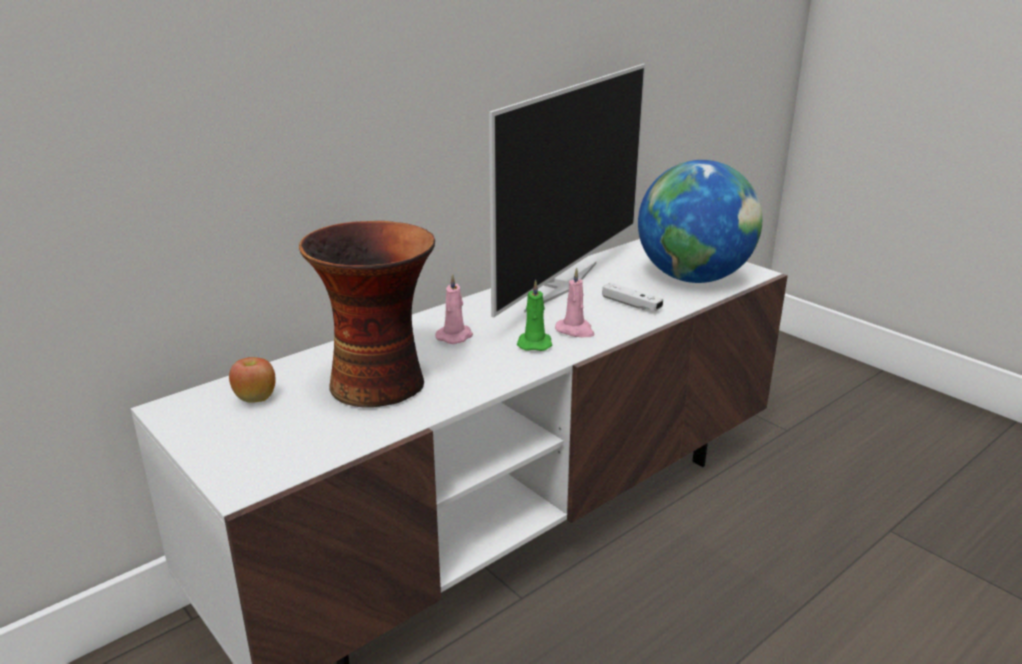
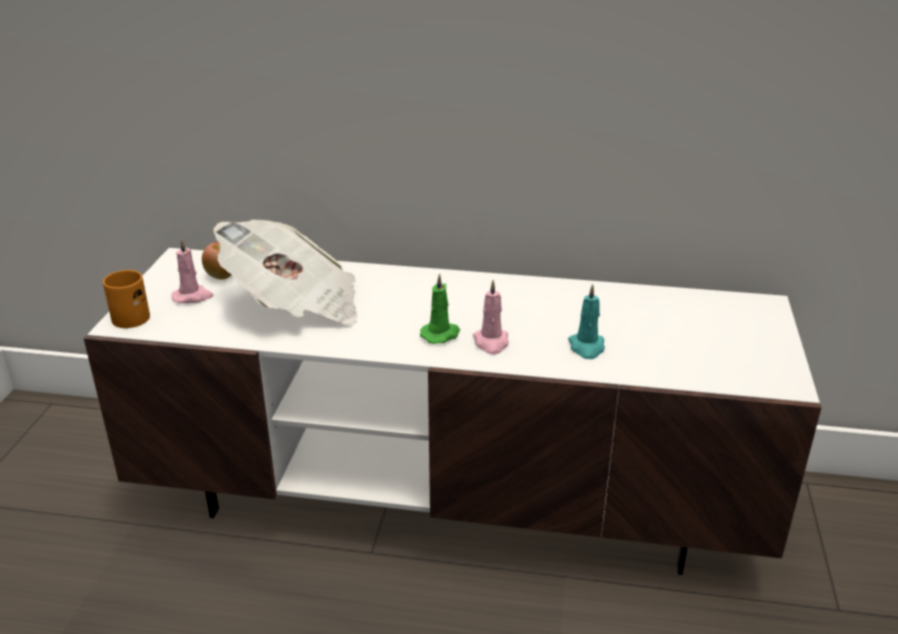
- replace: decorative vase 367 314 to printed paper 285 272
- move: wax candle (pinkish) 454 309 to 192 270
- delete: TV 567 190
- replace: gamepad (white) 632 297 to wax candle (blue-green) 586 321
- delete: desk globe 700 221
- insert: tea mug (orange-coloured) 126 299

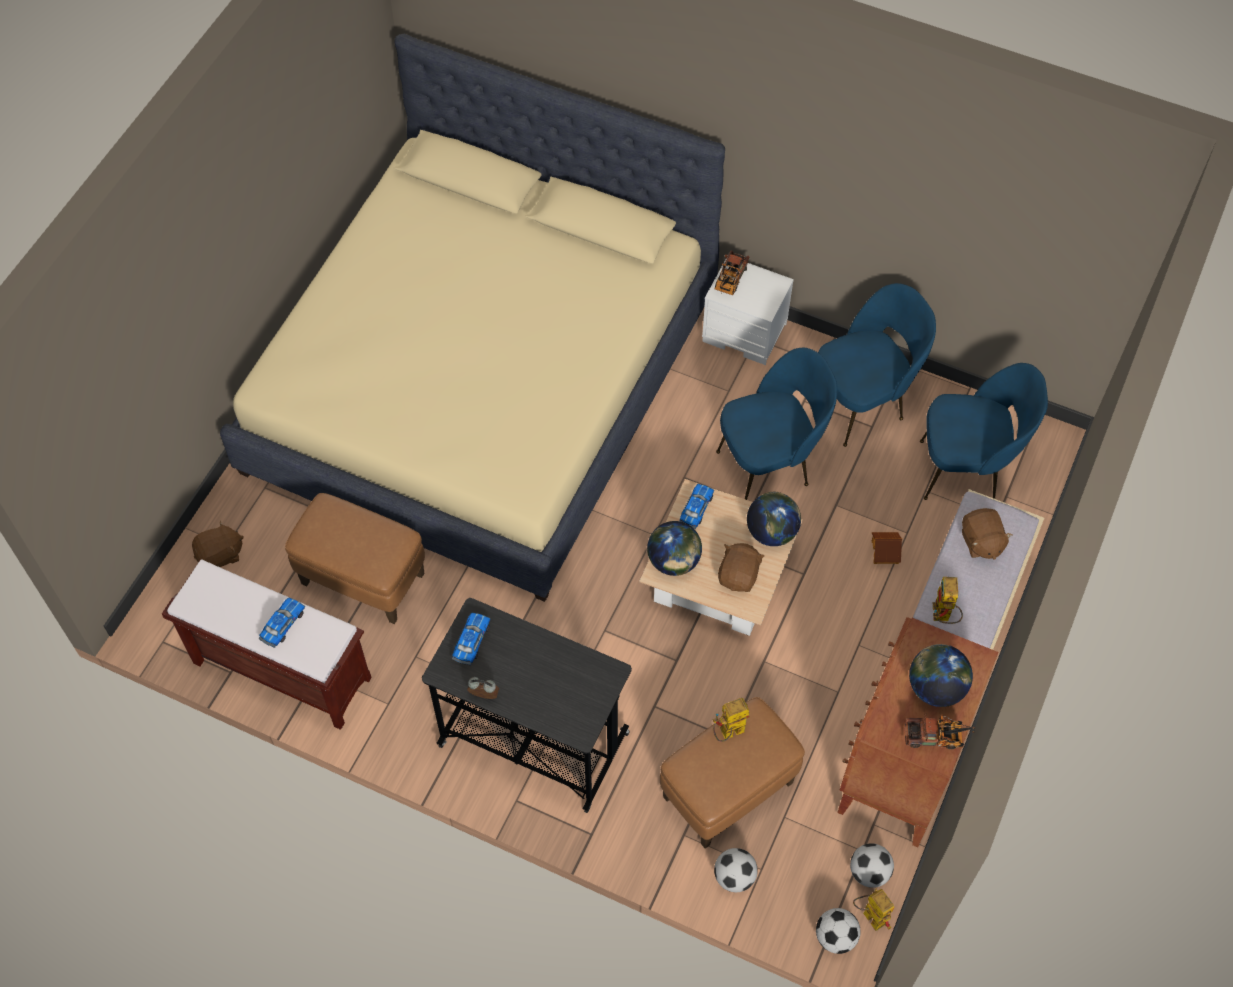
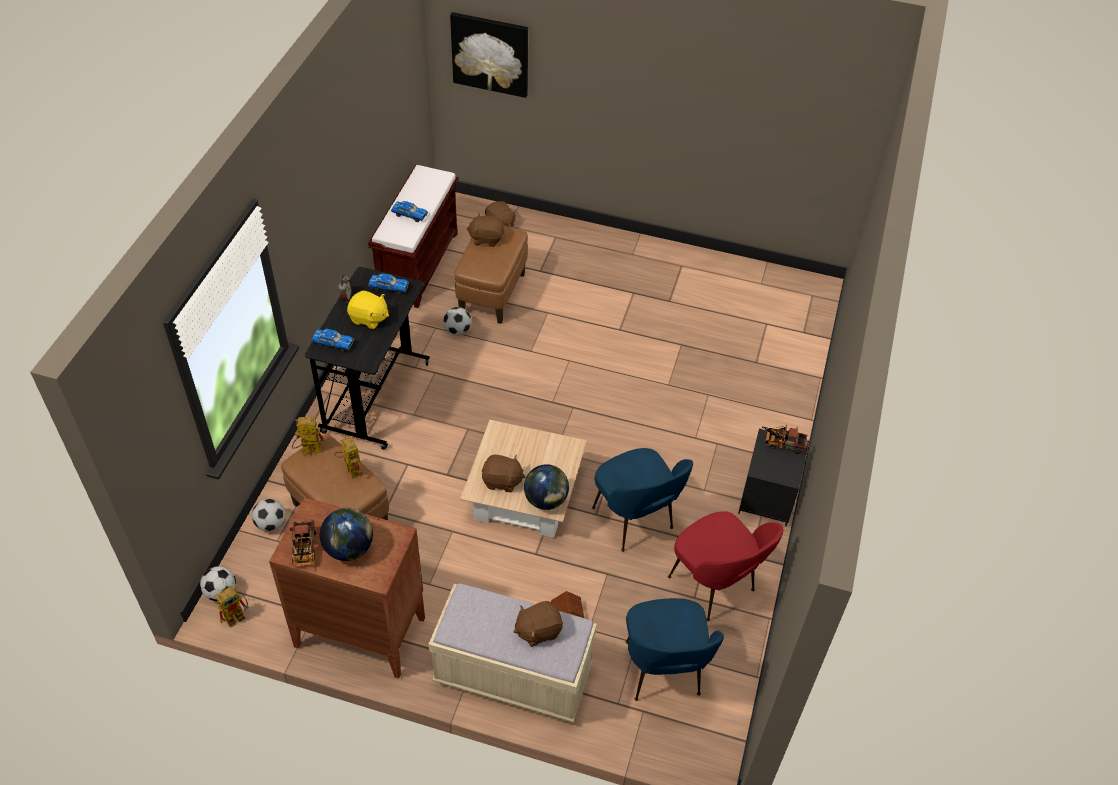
- delete: sleeping bed (beige-coloured) 472 317
- delete: desk globe 674 548
- move: model car 697 506 to 332 340
- recolor: bedside table (white) 748 310 to bedside table (blackish) 773 478
- recolor: chair (blue) 877 365 to chair (red) 726 566
- move: football 872 865 to 457 321
- move: toy robot 948 600 to 308 435
- insert: plush toy (yellowish) 368 309
- insert: wall picture 489 55
- insert: plush toy (brownish) 485 230

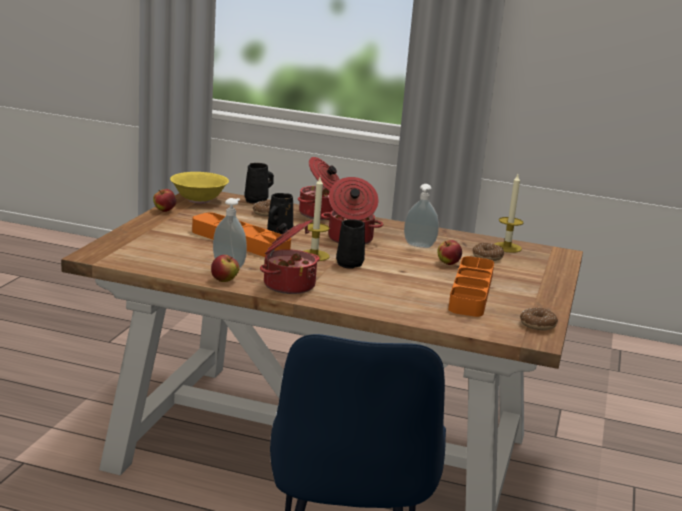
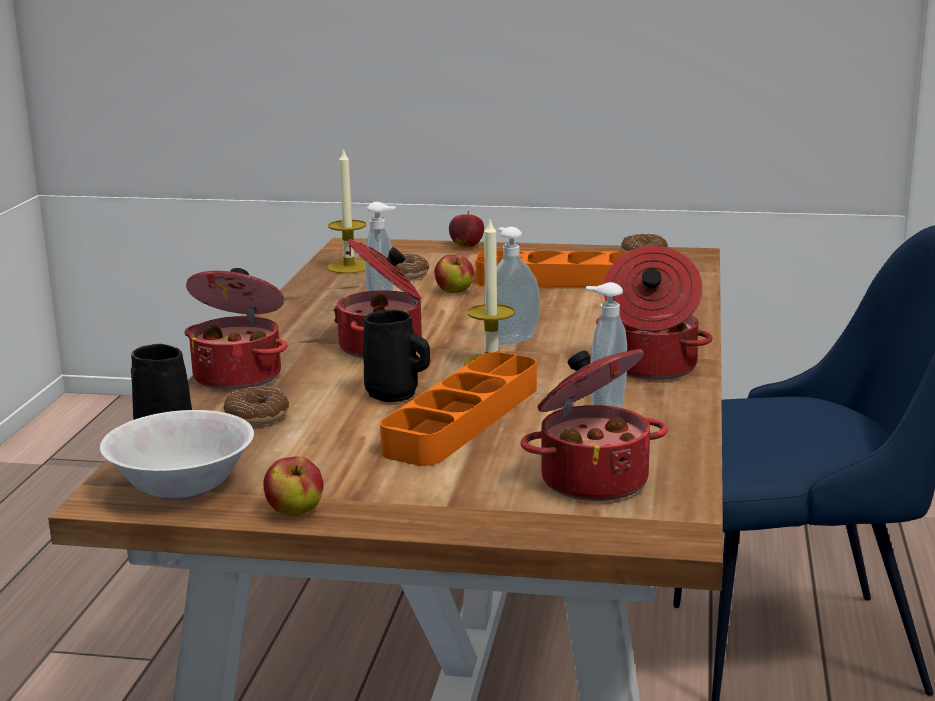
- recolor: serving bowl (yellowish) 199 187 to serving bowl (white) 177 456
- move: whole apple 225 268 to 466 229
- replace: tea mug (blackish) 350 244 to soap dispenser 511 286
- insert: saucepot 594 425

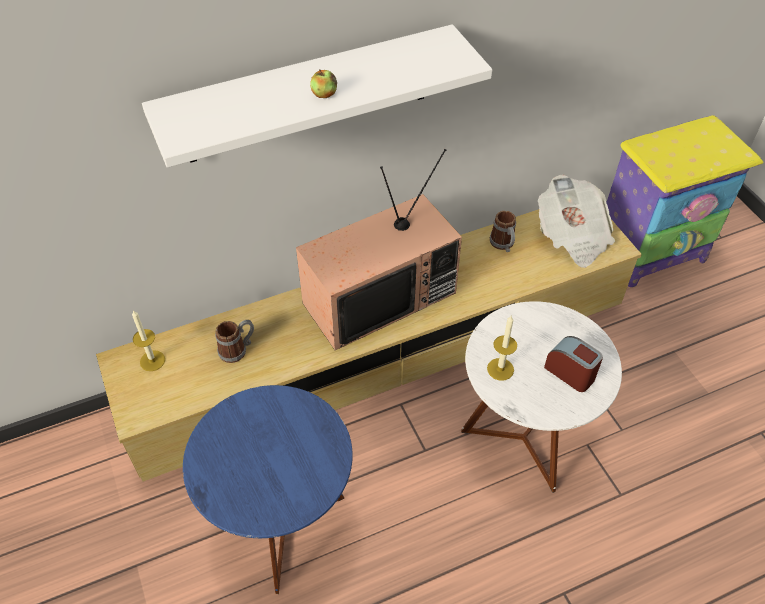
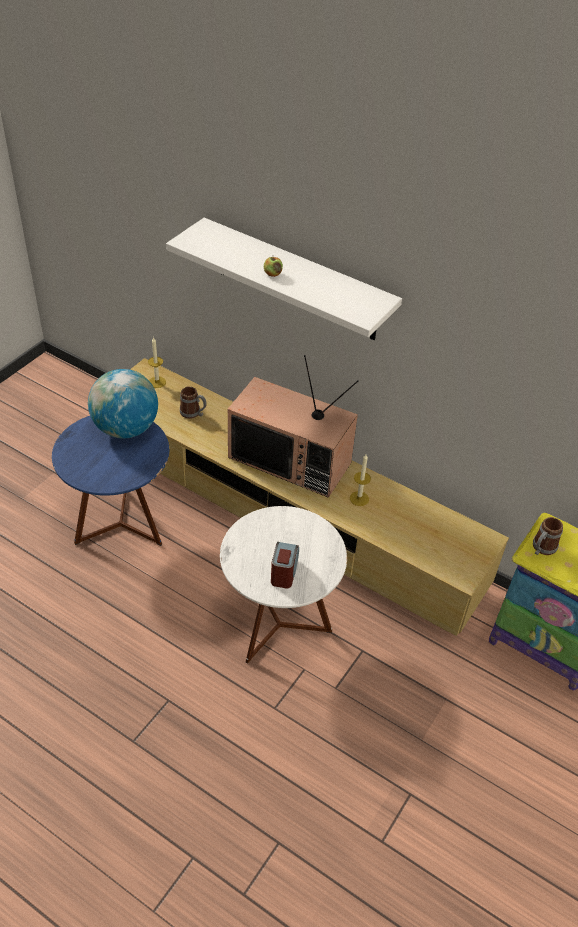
- move: wax candle 502 348 to 360 480
- move: tea mug 503 231 to 548 536
- delete: printed paper 576 221
- insert: desk globe 123 403

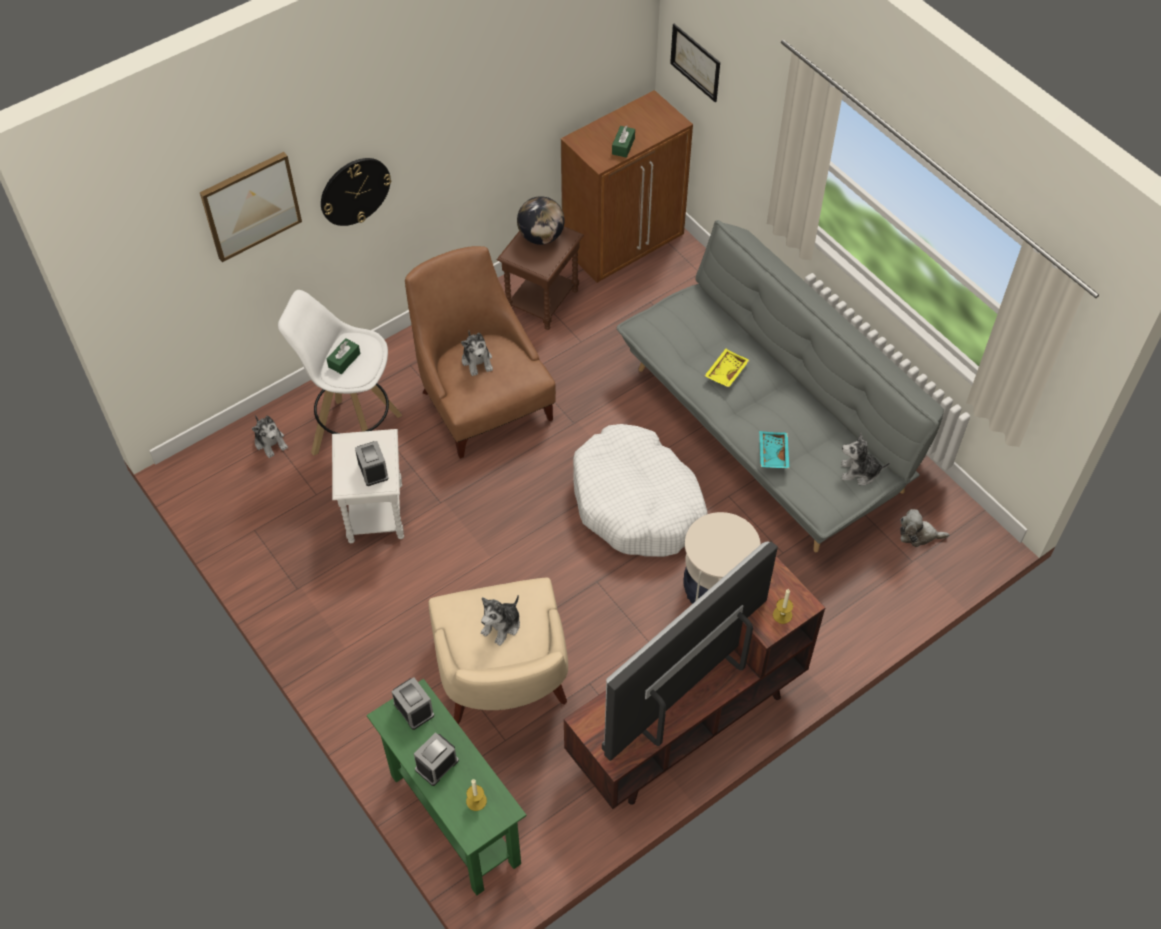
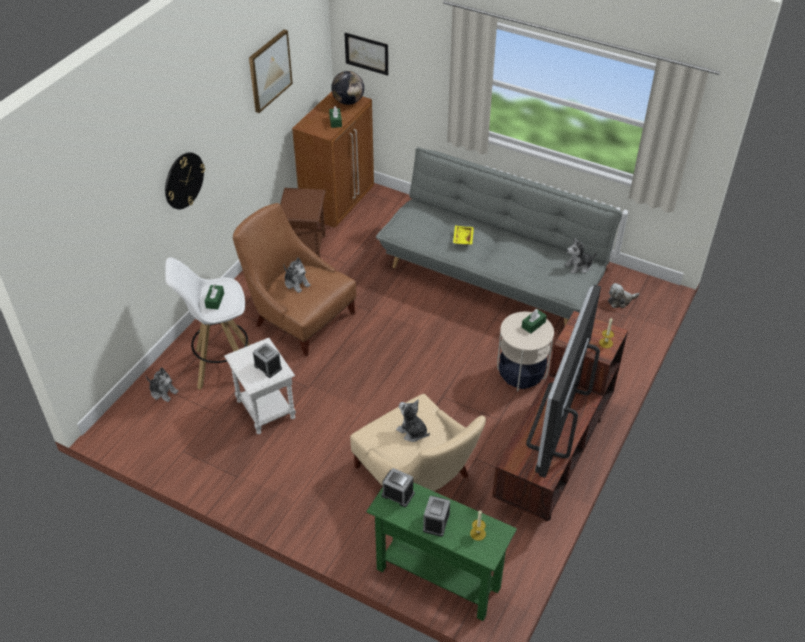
- move: wall picture 251 207 to 271 71
- rotate: plush toy 500 620 = 413 420 120 degrees clockwise
- move: desk globe 541 220 to 347 88
- delete: dog cushion (white) 640 490
- delete: tray (blue-green) 774 450
- insert: tissue holder (green) 534 321

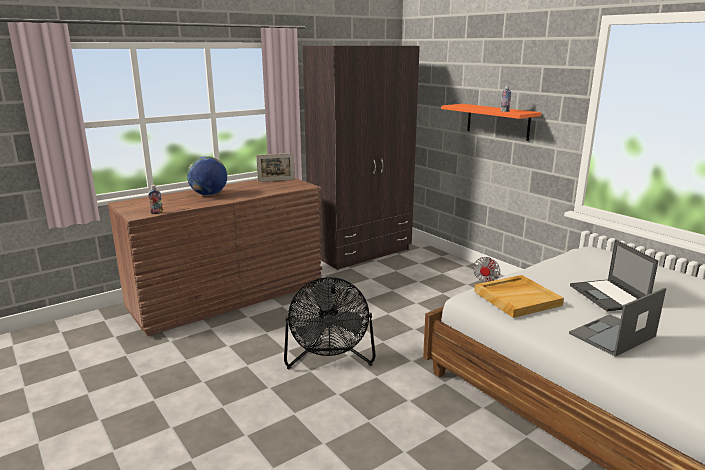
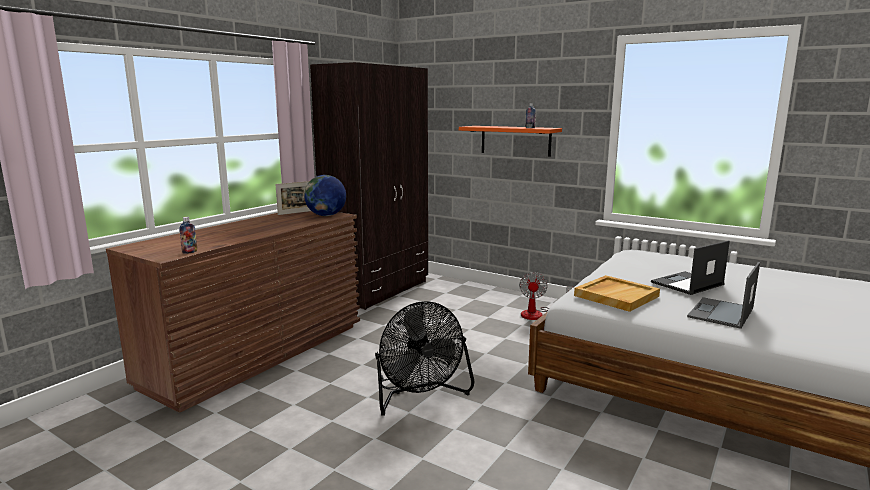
- move: desk globe 207 175 to 325 195
- rotate: notebook computer 614 275 = 690 268 90 degrees clockwise

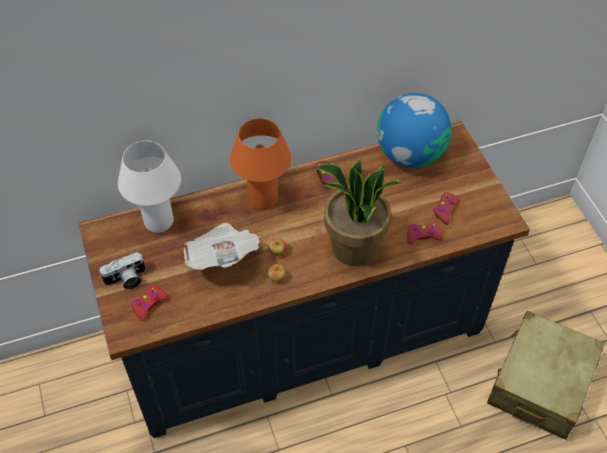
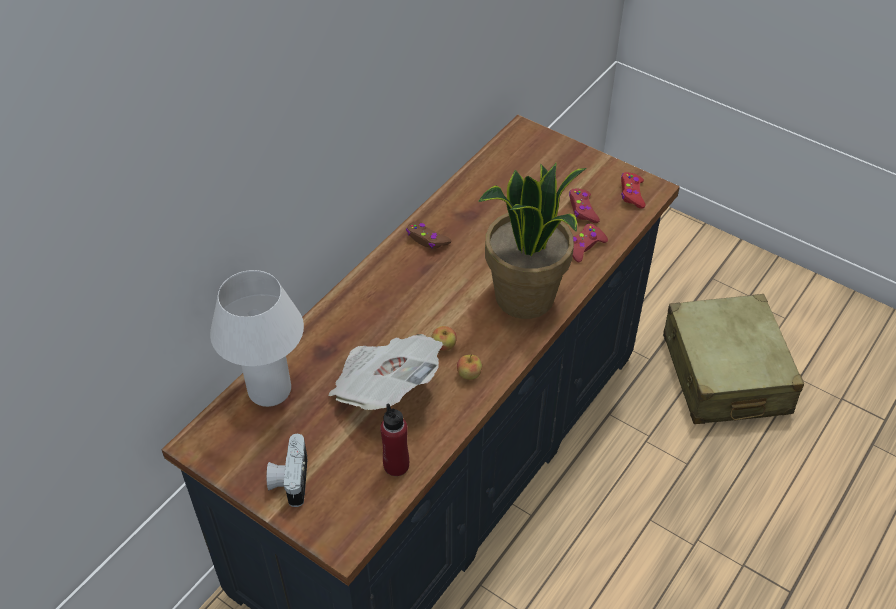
- rotate: photo camera 122 270 = 287 470 150 degrees clockwise
- move: gamepad (red) 150 303 to 633 190
- delete: lamp for a table (orange-coloured) 261 164
- delete: desk globe 414 130
- insert: drink bottle (red) 394 439

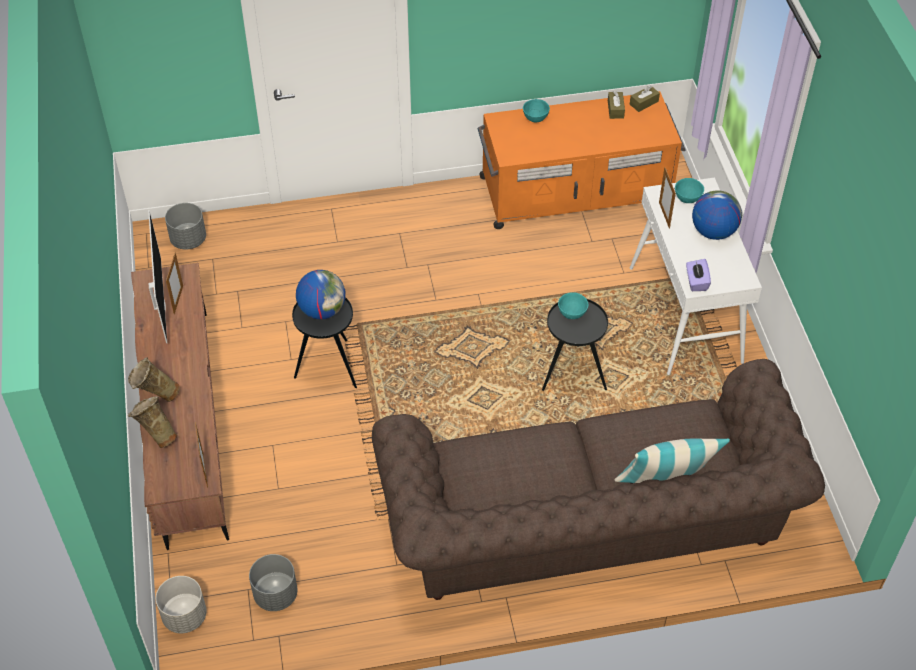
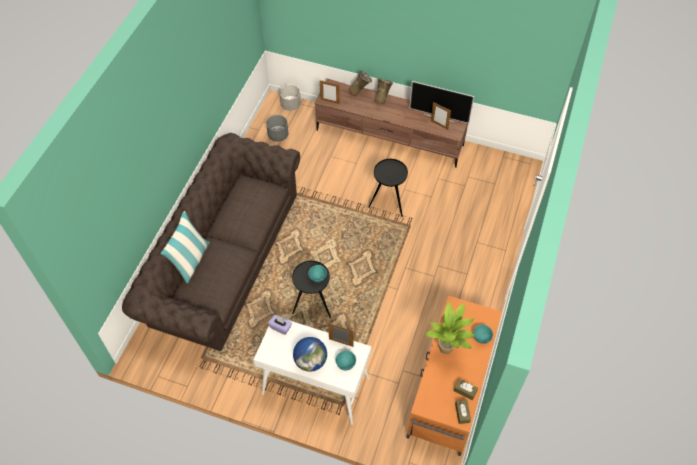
- delete: flower pot (gray) 185 226
- delete: desk globe 320 294
- insert: houseplant 450 328

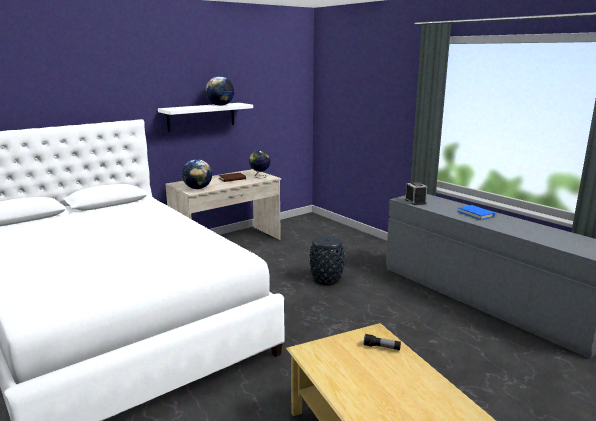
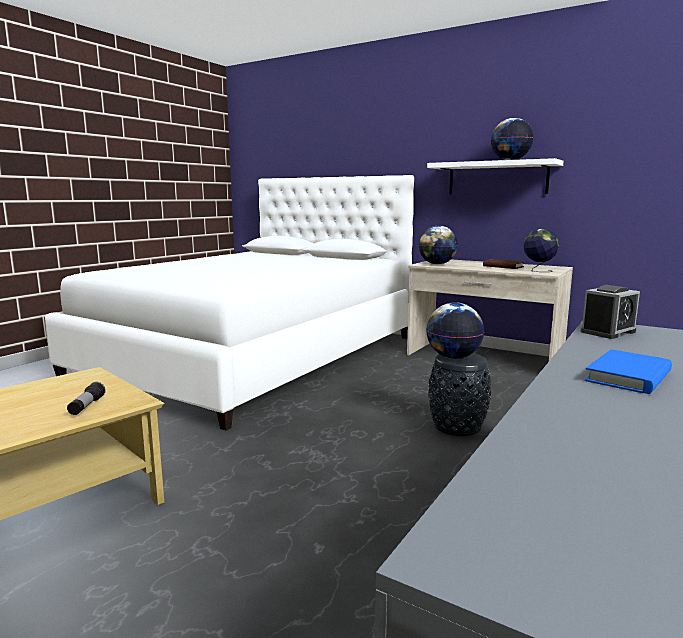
- insert: desk globe 455 330

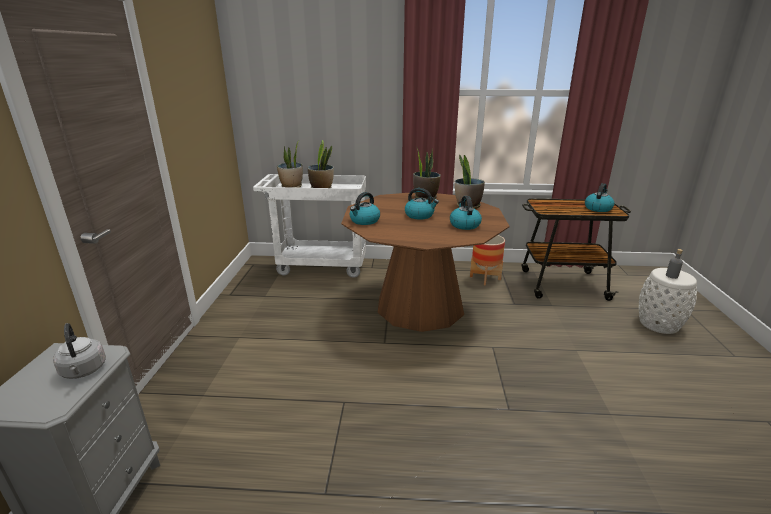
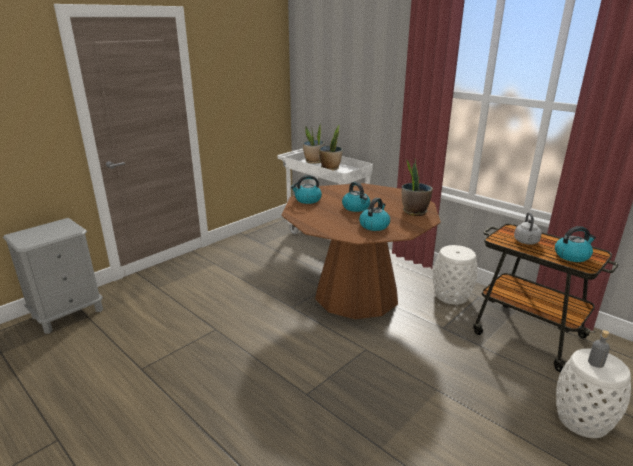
- move: tea kettle (gray) 79 351 to 528 228
- delete: houseplant 427 174
- replace: flower pot 487 260 to sitting stool (white) 455 275

